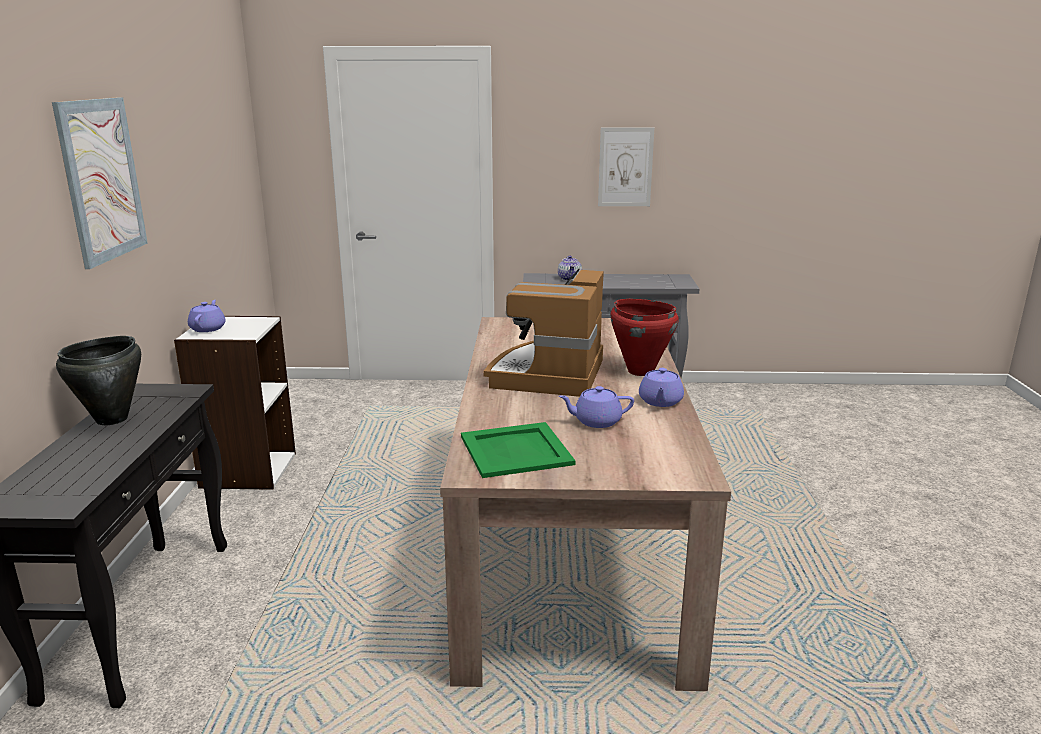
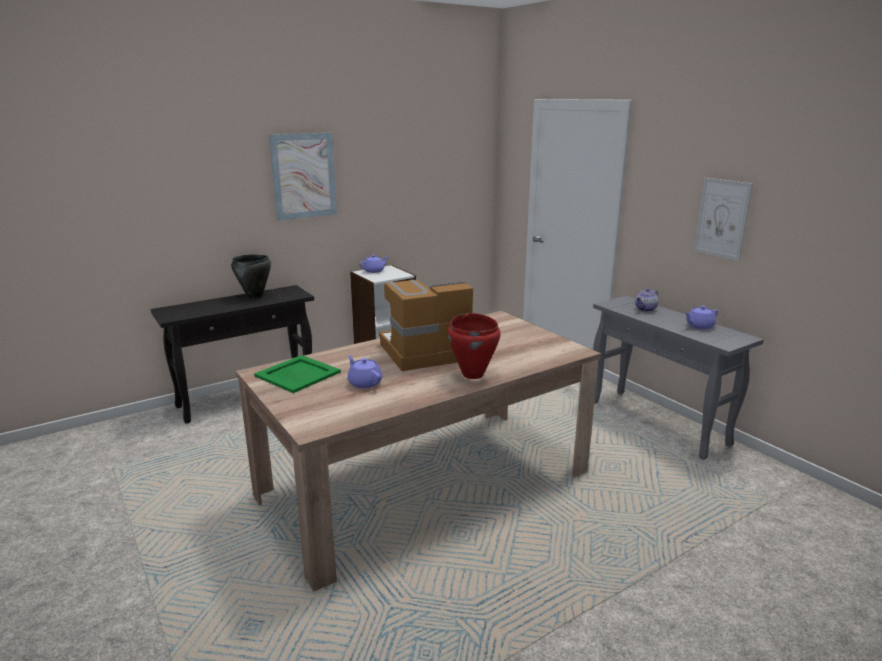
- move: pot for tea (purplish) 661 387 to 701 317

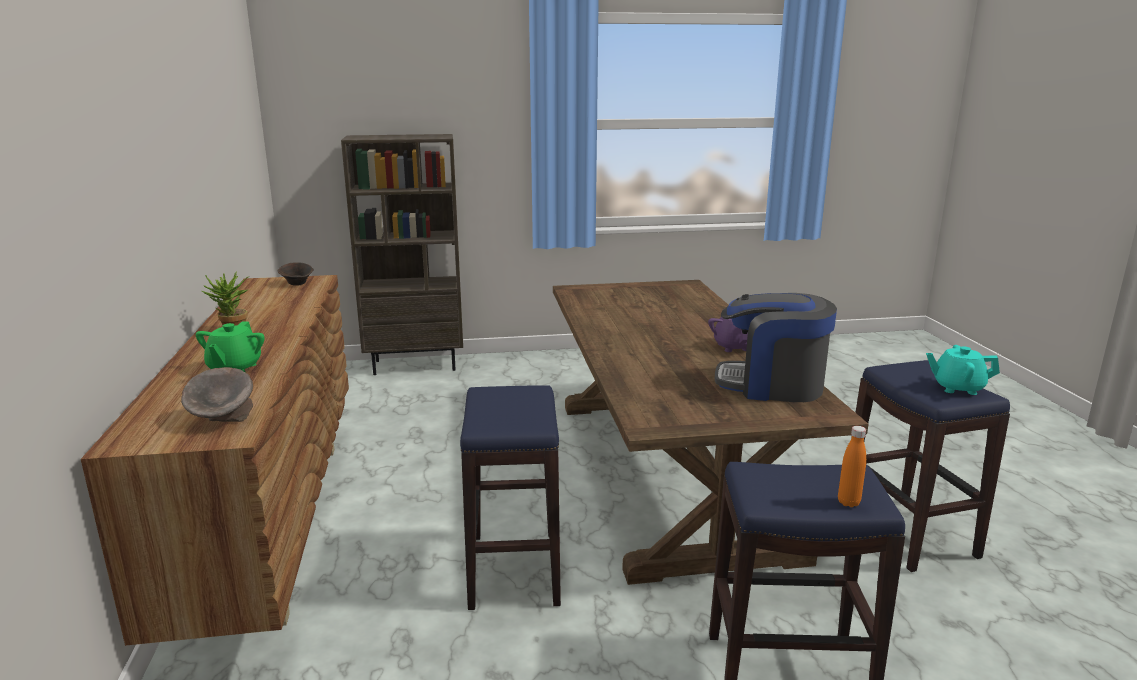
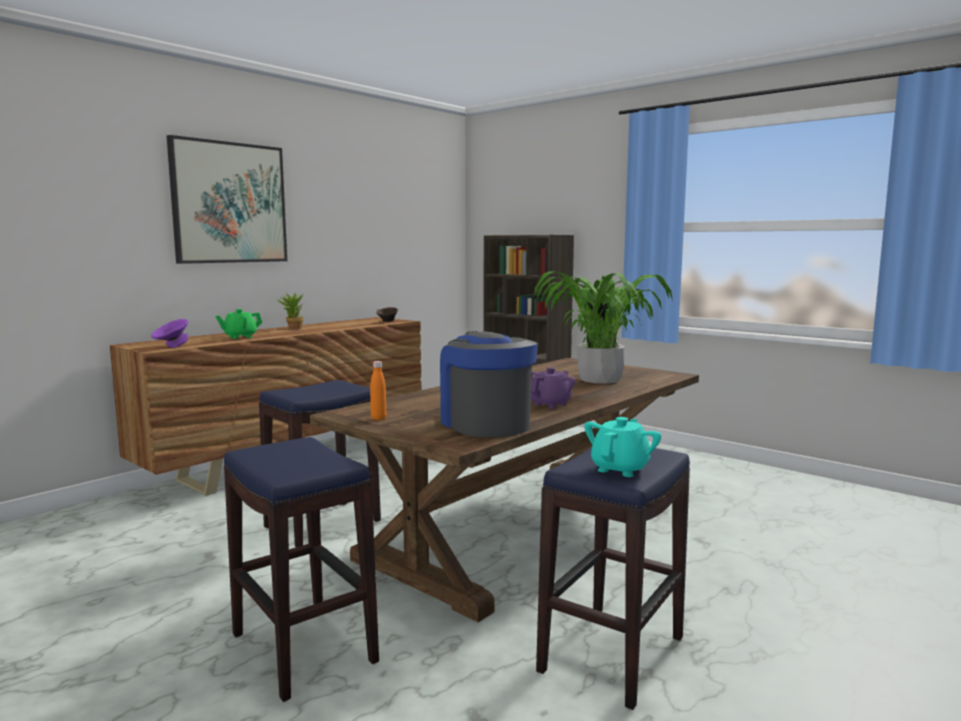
- recolor: serving bowl (gray) 217 394 to serving bowl (purplish) 169 333
- move: drink bottle (orange-coloured) 852 466 to 378 390
- rotate: pot for tea (blue-green) 963 370 = 622 447 60 degrees clockwise
- insert: wall picture 227 199
- insert: houseplant 603 327

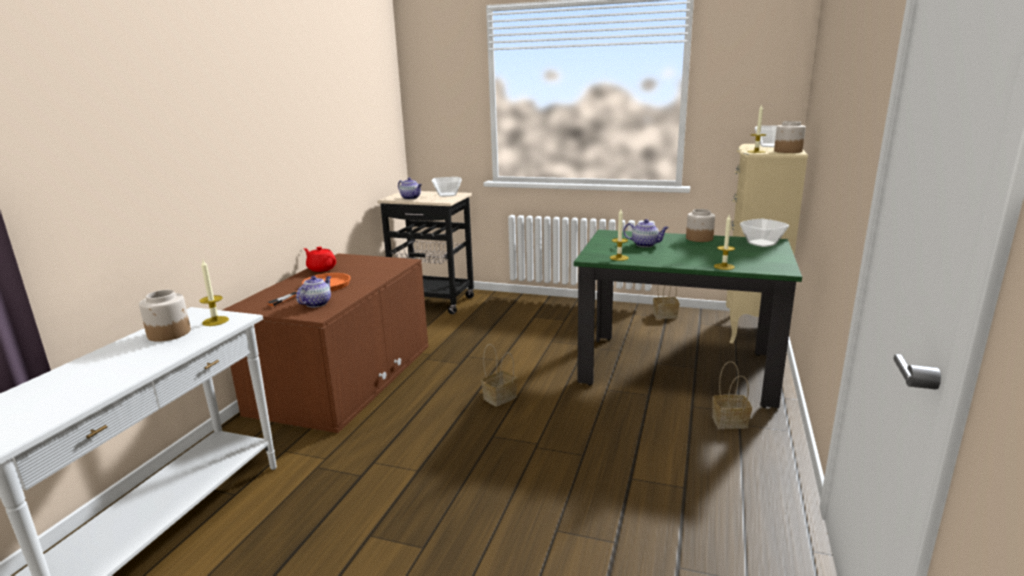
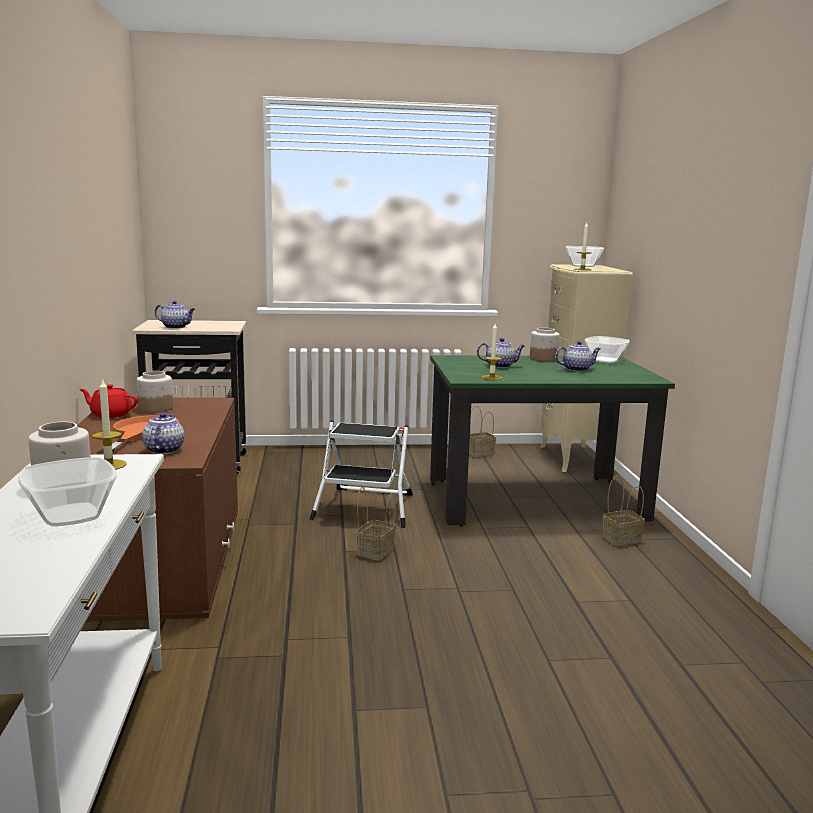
- move: serving bowl 447 187 to 67 491
- delete: wax candle 724 242
- move: preserve jar 790 137 to 155 392
- insert: step ladder 361 474
- insert: pot for tea 578 356

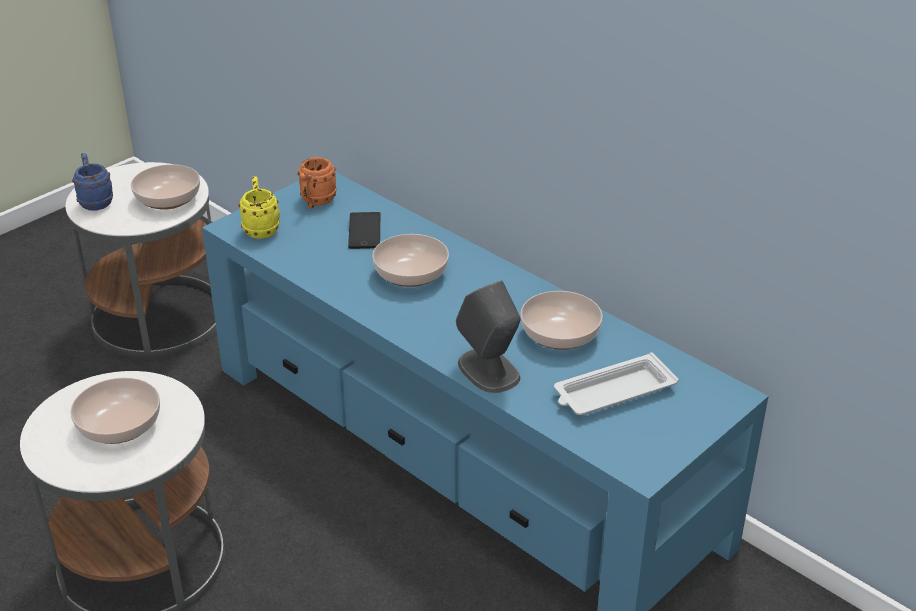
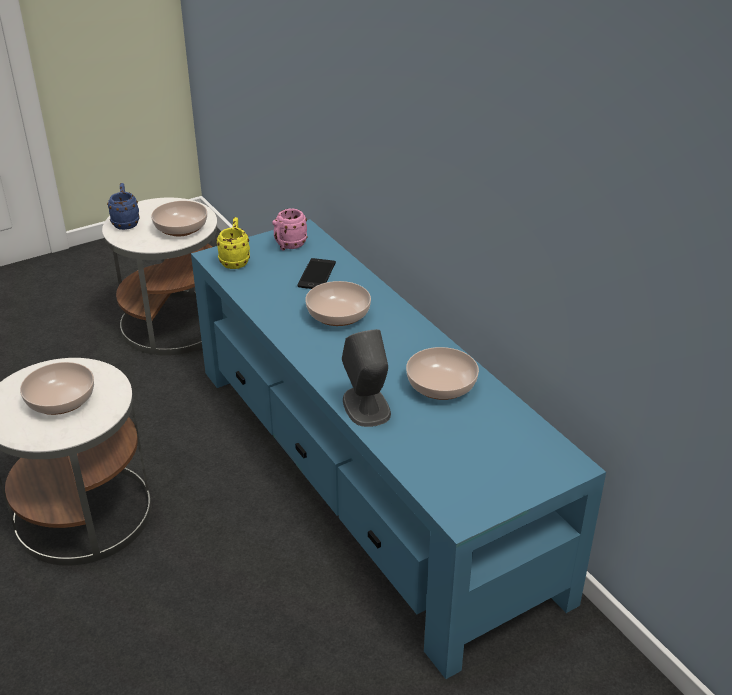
- recolor: tea mug (orange-coloured) 317 183 to tea mug (pinkish) 289 229
- delete: tray (white) 616 383

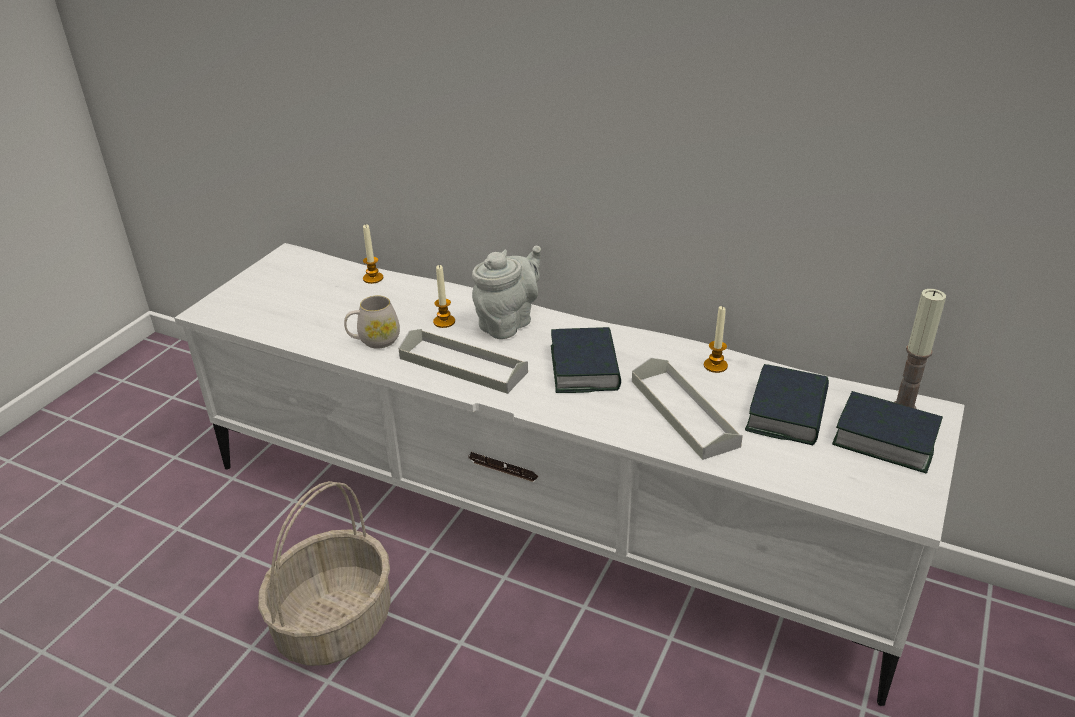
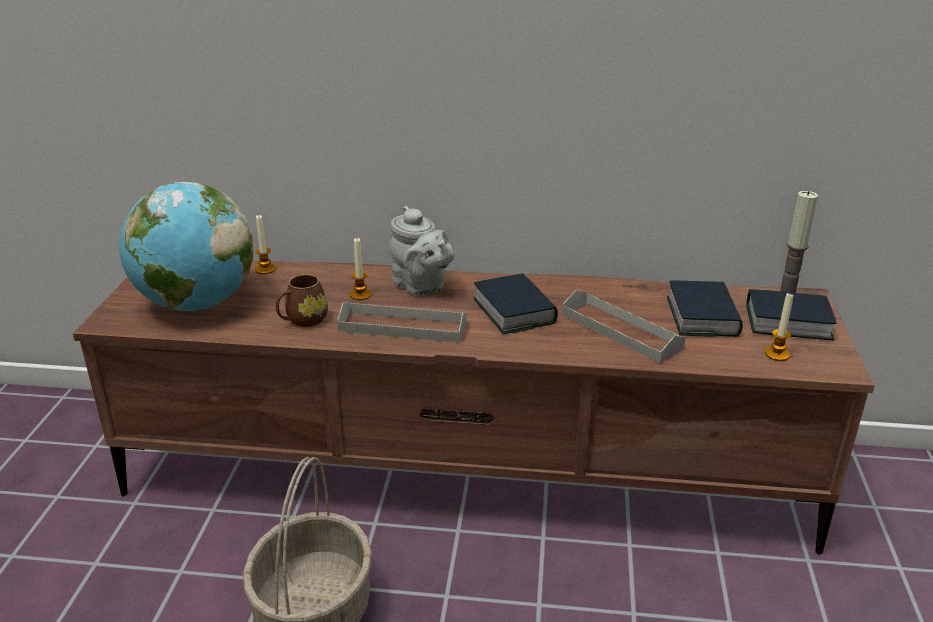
- recolor: tv stand (white) 569 474 to tv stand (brownish) 474 407
- recolor: tea mug (white) 372 321 to tea mug (brownish) 302 300
- rotate: pot for tea (gray) 506 292 = 421 251 120 degrees clockwise
- move: wax candle 716 339 to 779 326
- insert: desk globe 186 246

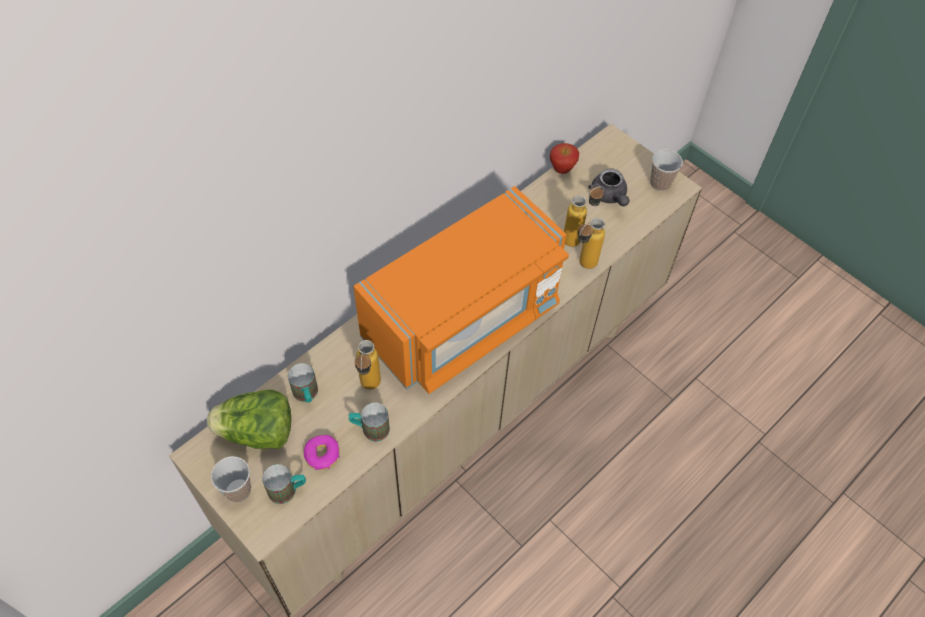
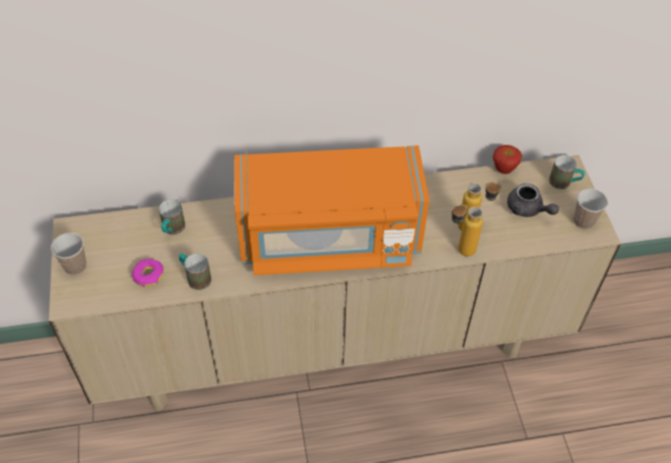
- delete: head of lettuce 249 419
- move: tea mug 284 484 to 567 172
- delete: drink bottle 368 365
- rotate: pot for tea (gray) 608 187 = 533 200 60 degrees counterclockwise

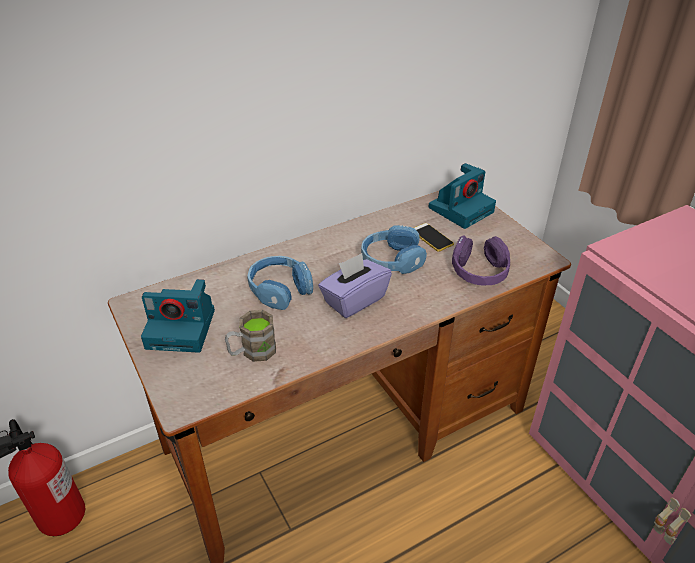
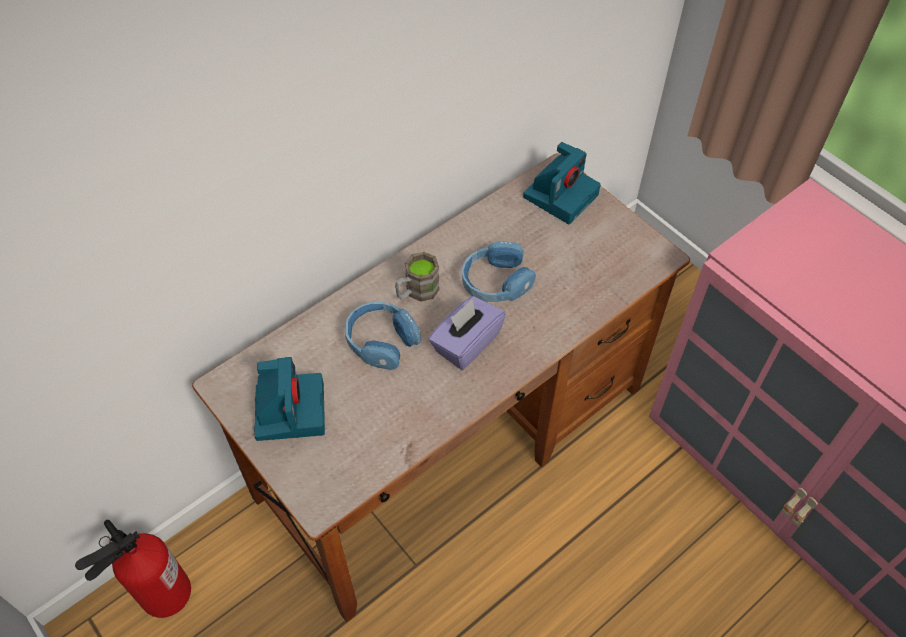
- rotate: photo camera 178 316 = 289 399 90 degrees counterclockwise
- move: tea mug (brownish) 250 336 to 417 277
- delete: phone 434 237
- delete: headphones (purplish) 481 260

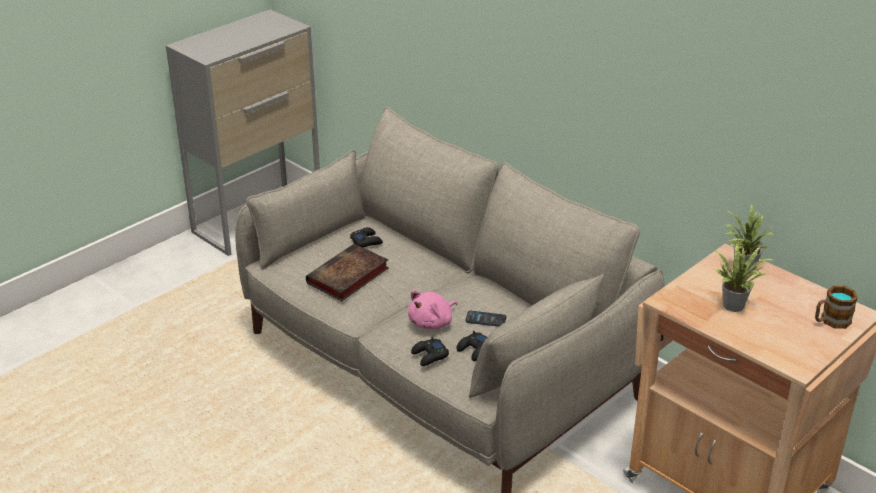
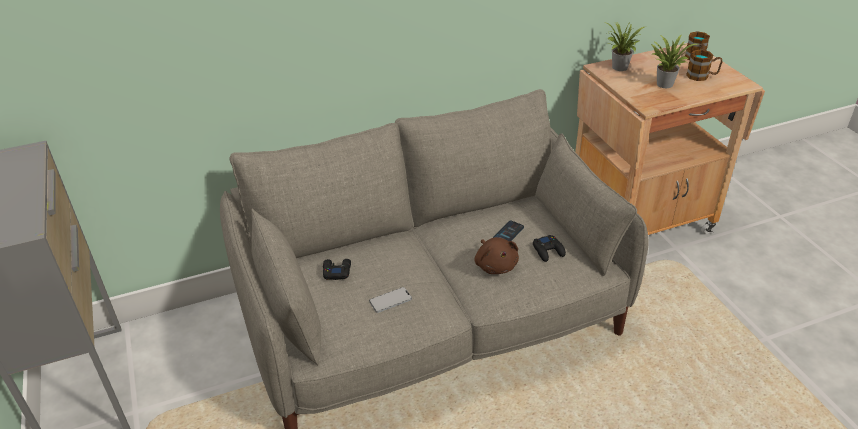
- replace: book 347 272 to phone 390 300
- recolor: plush toy (pinkish) 433 310 to plush toy (brownish) 497 255
- delete: gamepad (blackish) 430 351
- insert: tea mug 704 65

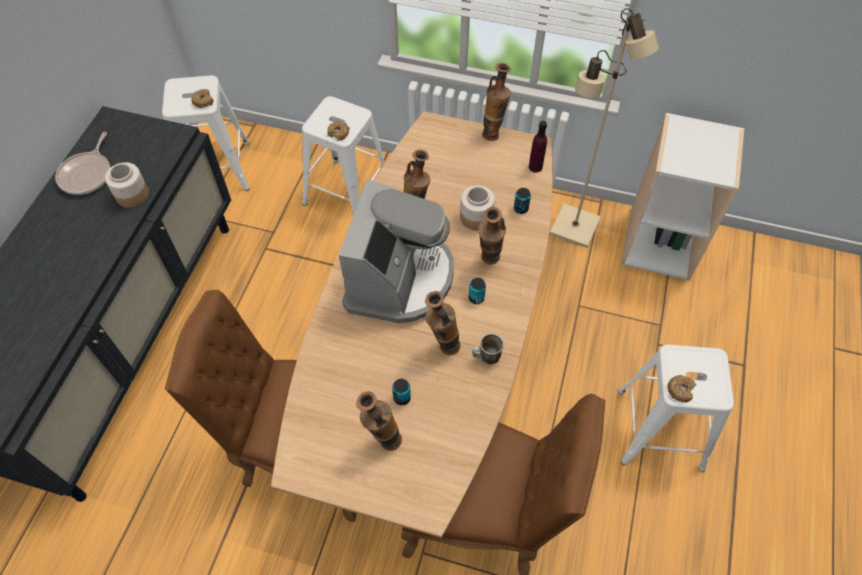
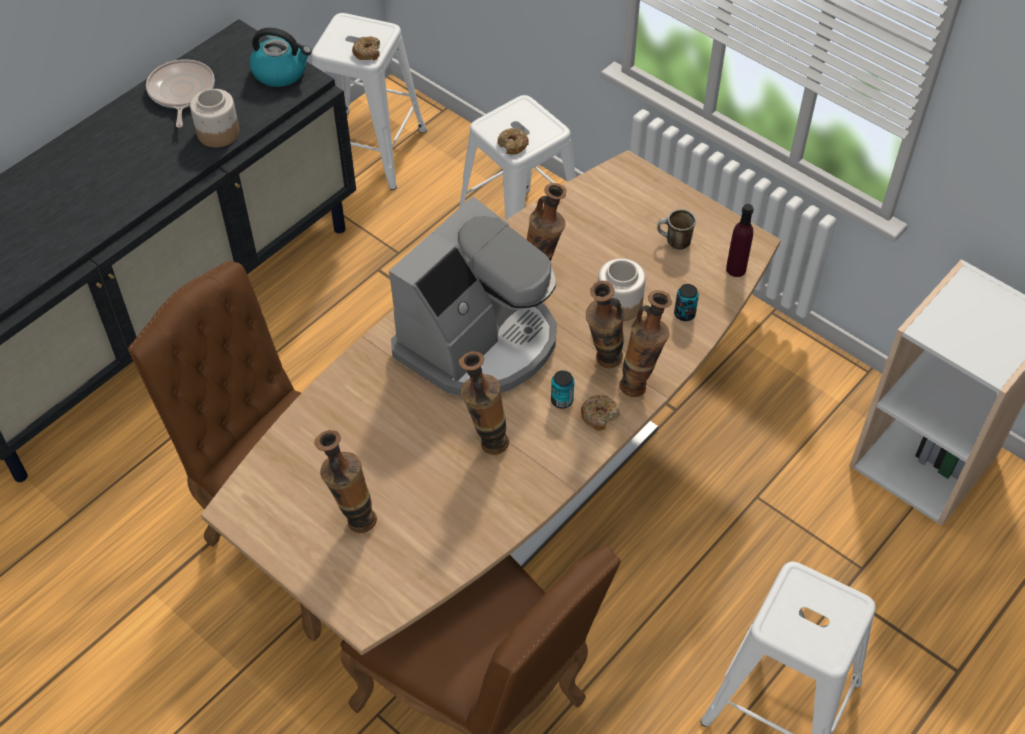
- rotate: skillet 83 163 = 180 93 135 degrees clockwise
- delete: can 401 392
- move: tea mug 488 348 to 676 229
- move: decorative vase 496 102 to 645 343
- delete: floor lamp (beige-coloured) 604 128
- move: donut 681 388 to 600 413
- insert: tea kettle 280 57

